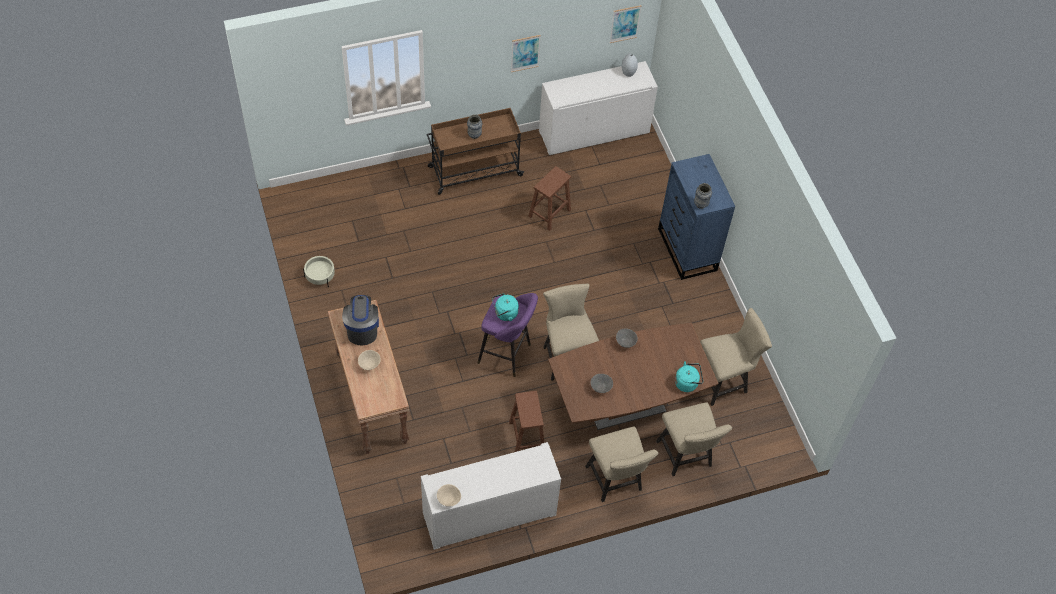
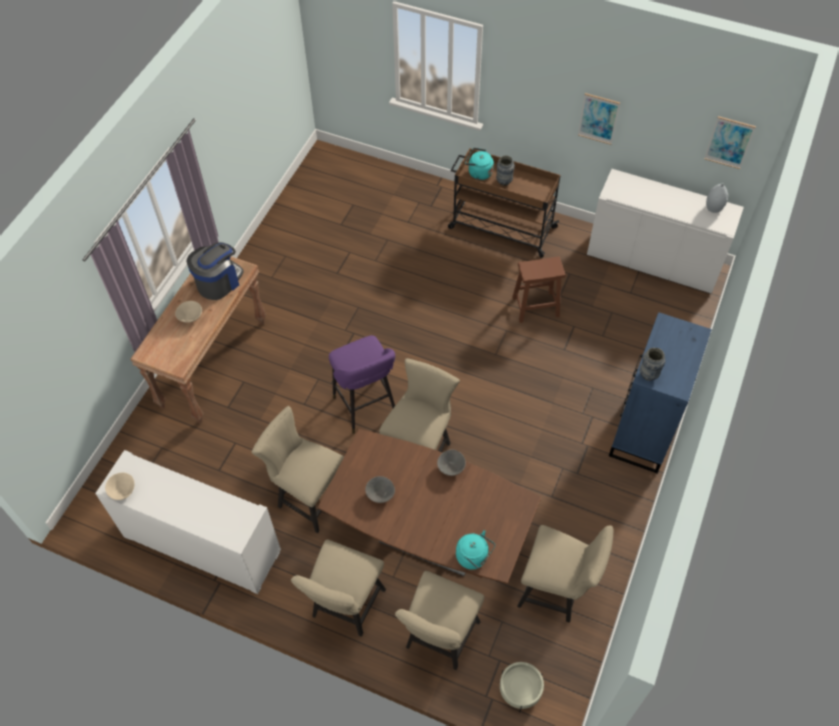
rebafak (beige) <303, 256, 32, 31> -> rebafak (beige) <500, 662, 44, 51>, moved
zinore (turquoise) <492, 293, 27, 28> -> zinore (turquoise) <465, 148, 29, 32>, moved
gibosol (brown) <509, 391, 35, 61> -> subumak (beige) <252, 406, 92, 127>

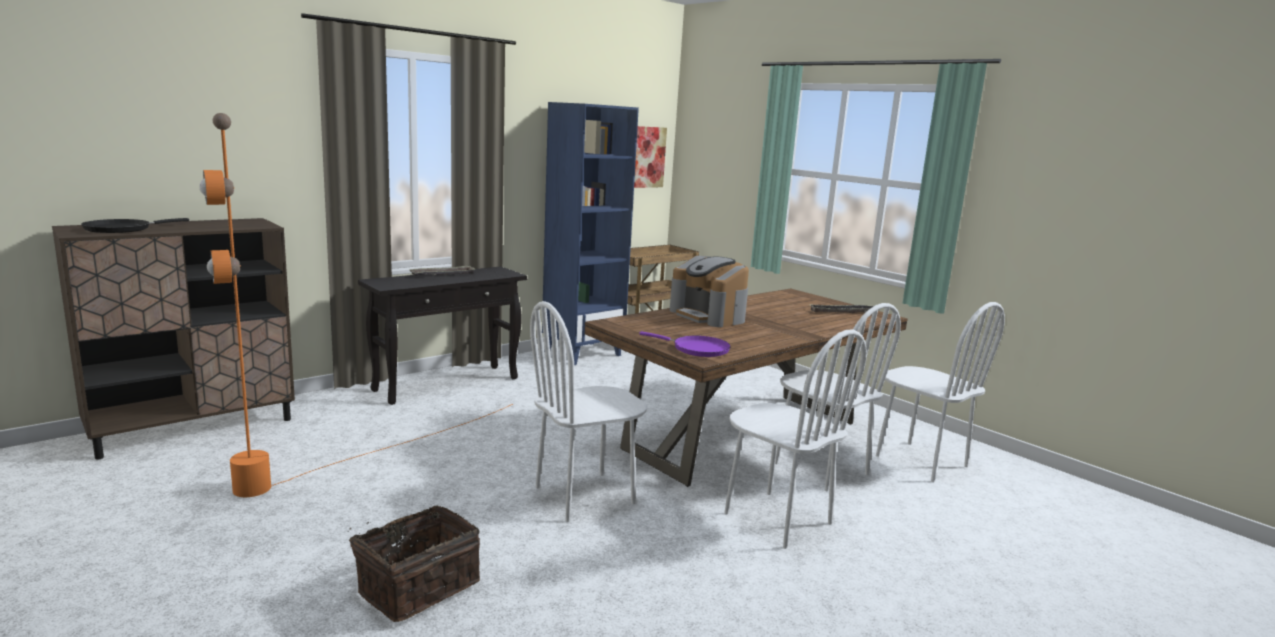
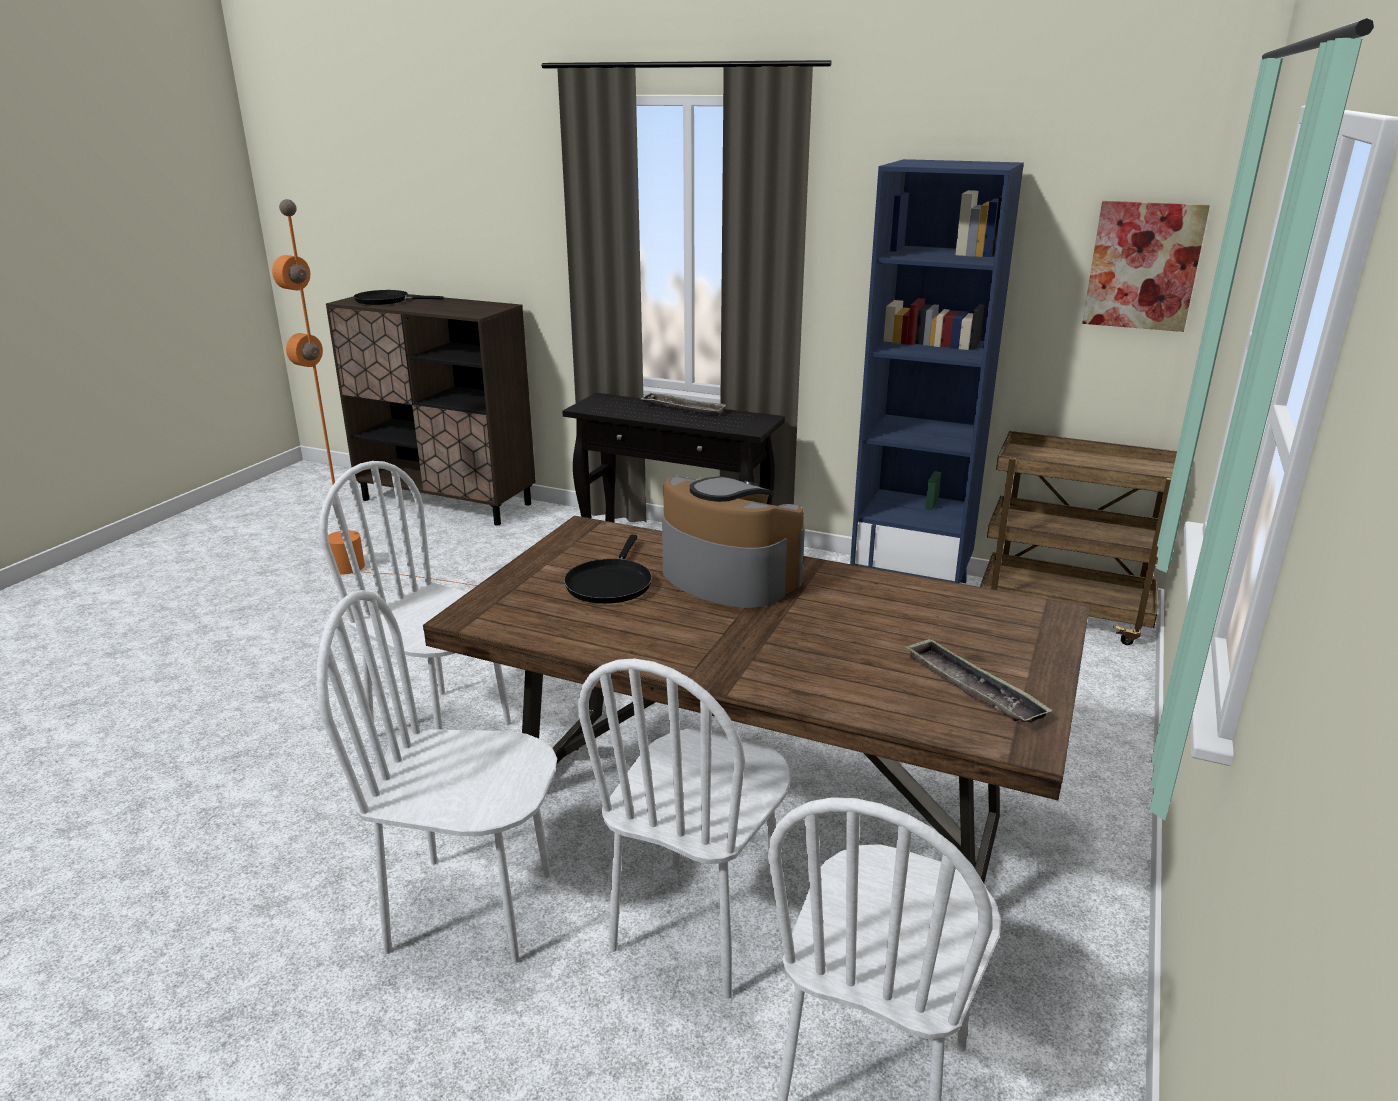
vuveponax <349, 505, 131, 117> -> none
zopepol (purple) <639, 331, 92, 26> -> none
none -> zopepol (black) <564, 535, 88, 69>
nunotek <670, 256, 79, 71> -> nunotek <662, 475, 143, 133>, 105 degrees clockwise
subumak (white) <724, 330, 143, 219> -> subumak (white) <316, 590, 241, 374>, 75 degrees clockwise

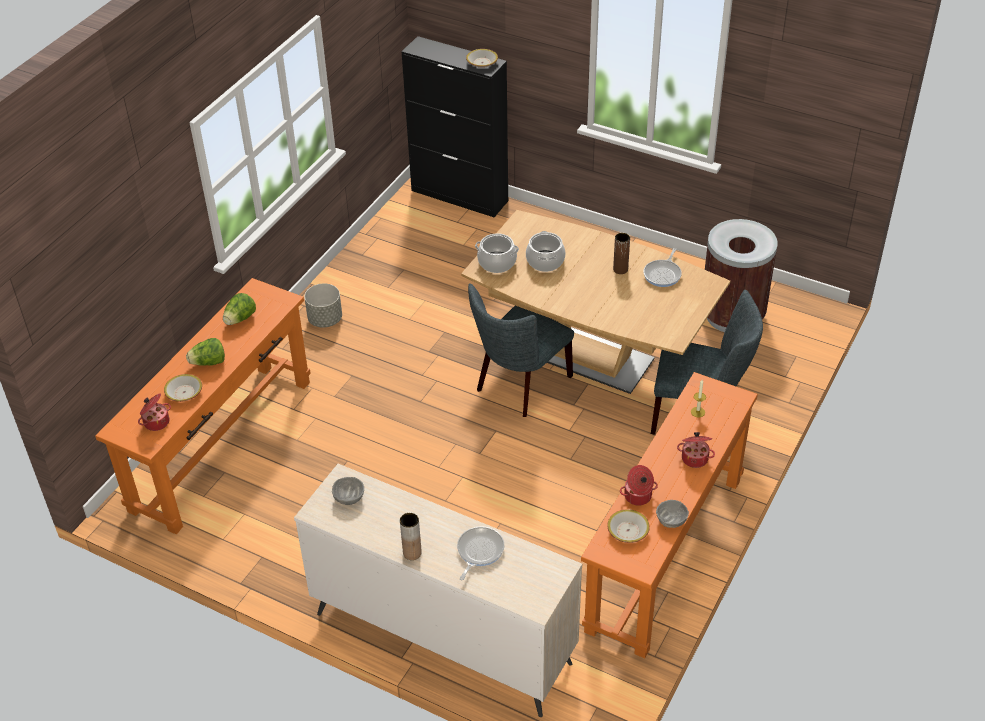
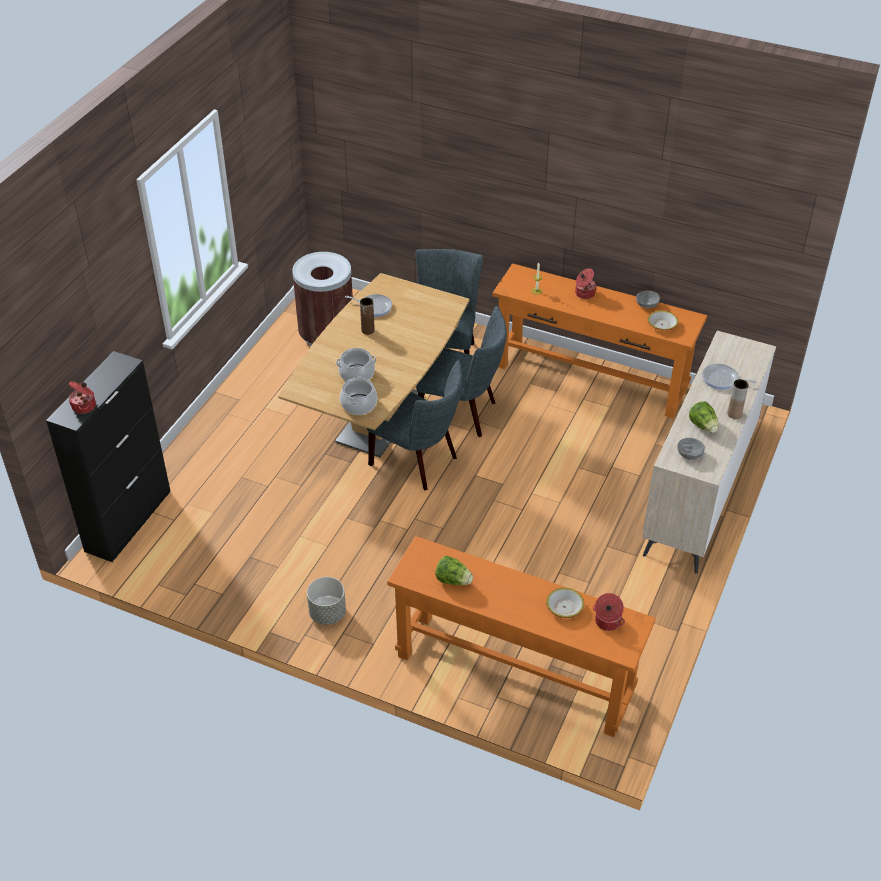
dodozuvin <466, 49, 32, 19> -> none
none -> subumak (grey) <416, 306, 91, 131>
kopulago <186, 338, 39, 28> -> kopulago <689, 401, 29, 32>, moved
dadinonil <620, 465, 38, 41> -> dadinonil <69, 382, 27, 32>, moved

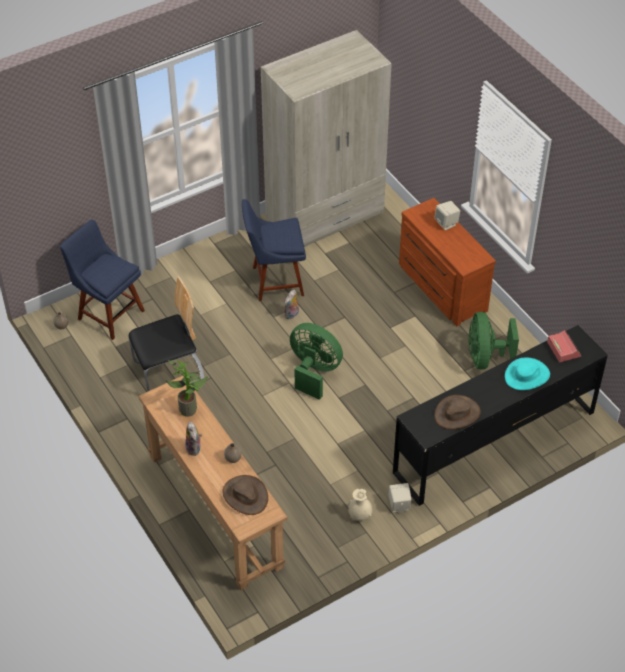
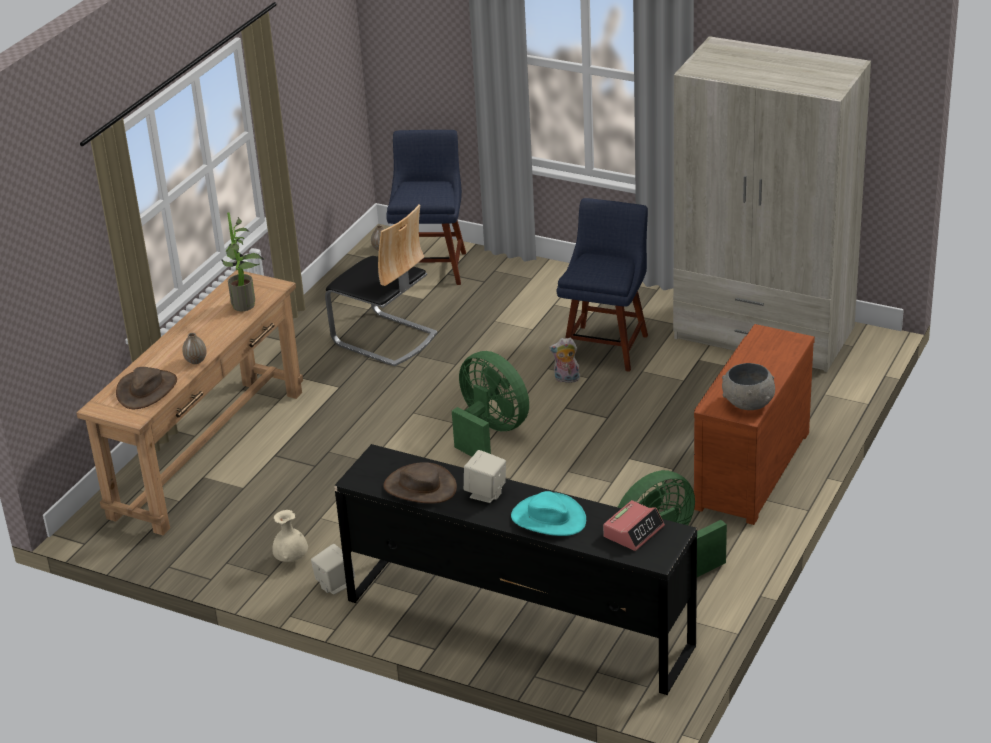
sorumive <185, 422, 17, 34> -> none
none -> dodozuvin (grey) <722, 363, 53, 47>
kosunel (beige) <434, 201, 26, 29> -> kosunel (beige) <464, 450, 42, 53>, moved
subumak (blue) <242, 199, 64, 102> -> subumak (blue) <557, 198, 91, 174>, 60 degrees clockwise
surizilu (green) <290, 323, 53, 77> -> surizilu (green) <452, 351, 77, 105>, 45 degrees counterclockwise

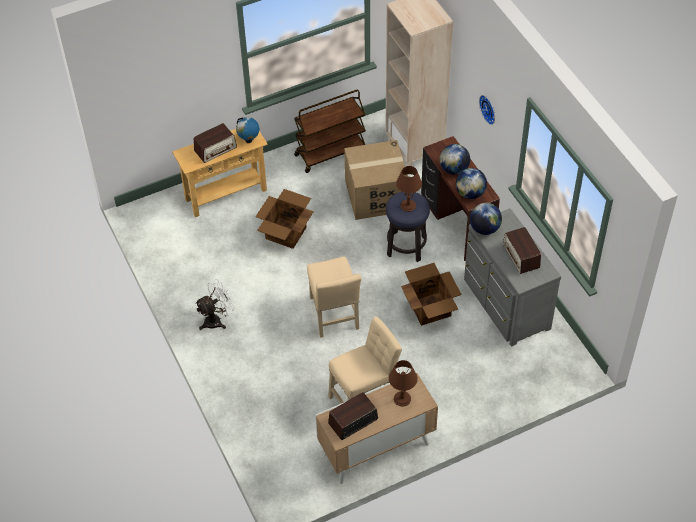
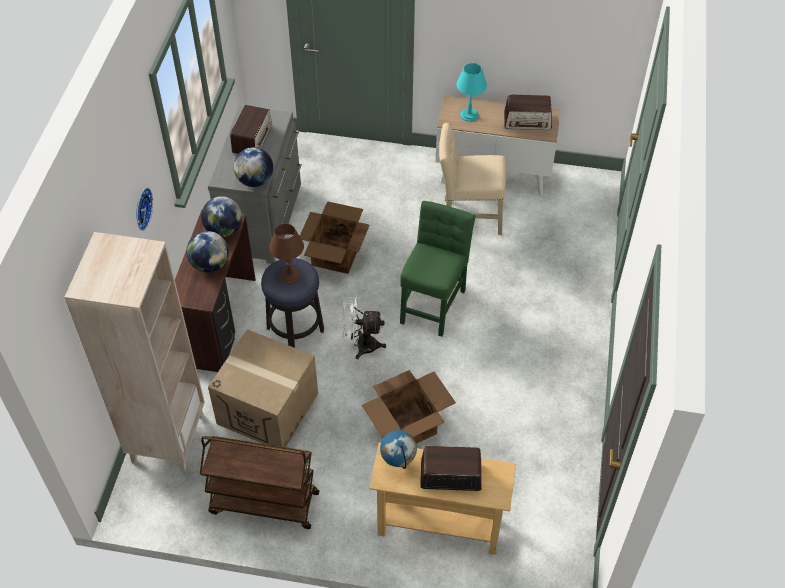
surizilu (white) <195, 279, 40, 51> -> surizilu (white) <341, 297, 45, 62>, moved
subumak (beige) <307, 257, 54, 81> -> subumak (green) <400, 201, 75, 136>
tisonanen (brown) <389, 360, 29, 46> -> tisonanen (turquoise) <456, 63, 31, 59>

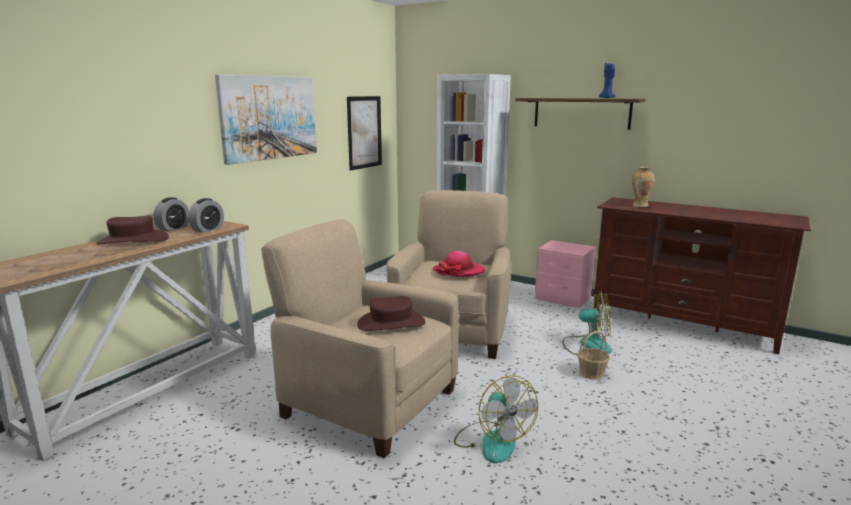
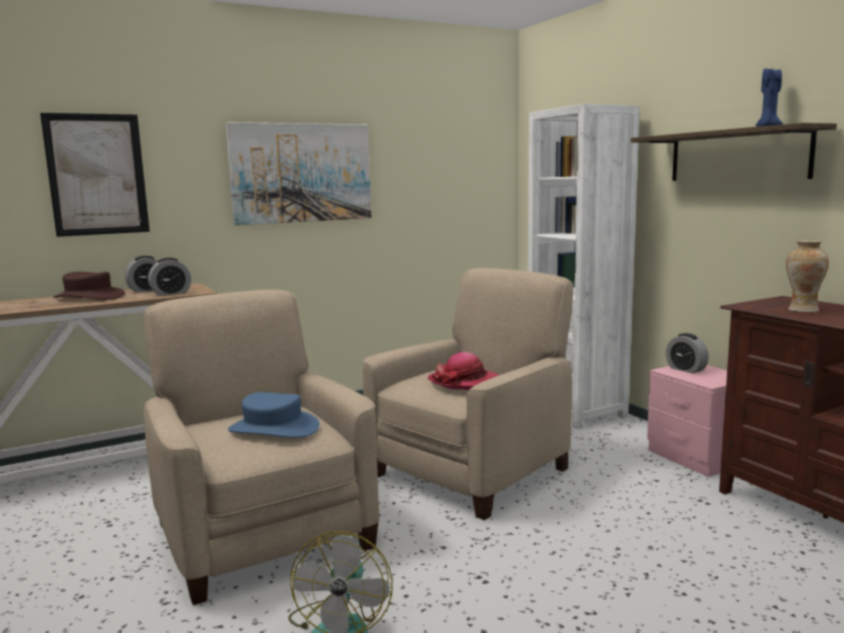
surizilu <563, 291, 49, 64> -> none
vuveponax <577, 331, 33, 49> -> none
none -> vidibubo <666, 333, 43, 41>
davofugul <347, 96, 35, 74> -> davofugul <40, 113, 110, 124>, moved
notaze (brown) <357, 296, 68, 35> -> notaze (blue) <228, 392, 92, 46>

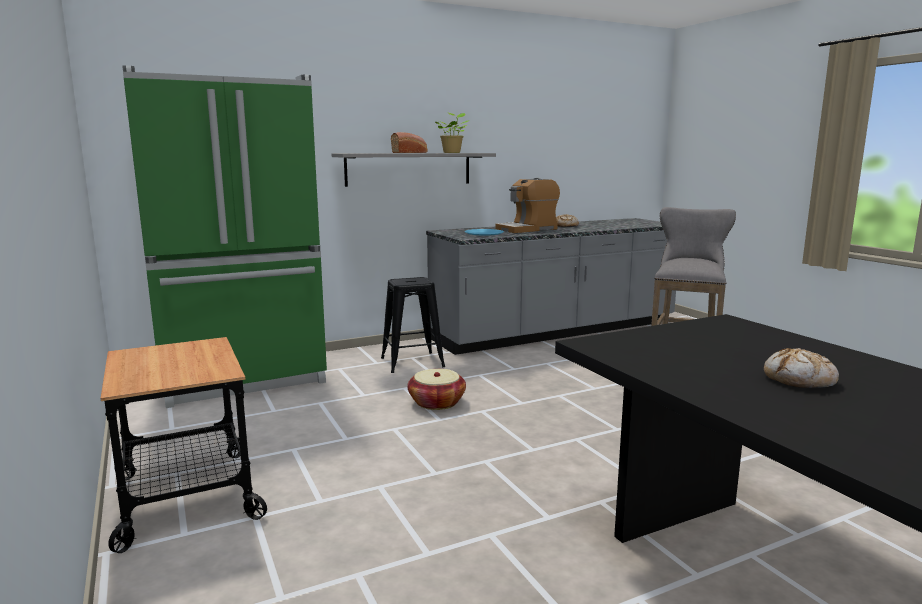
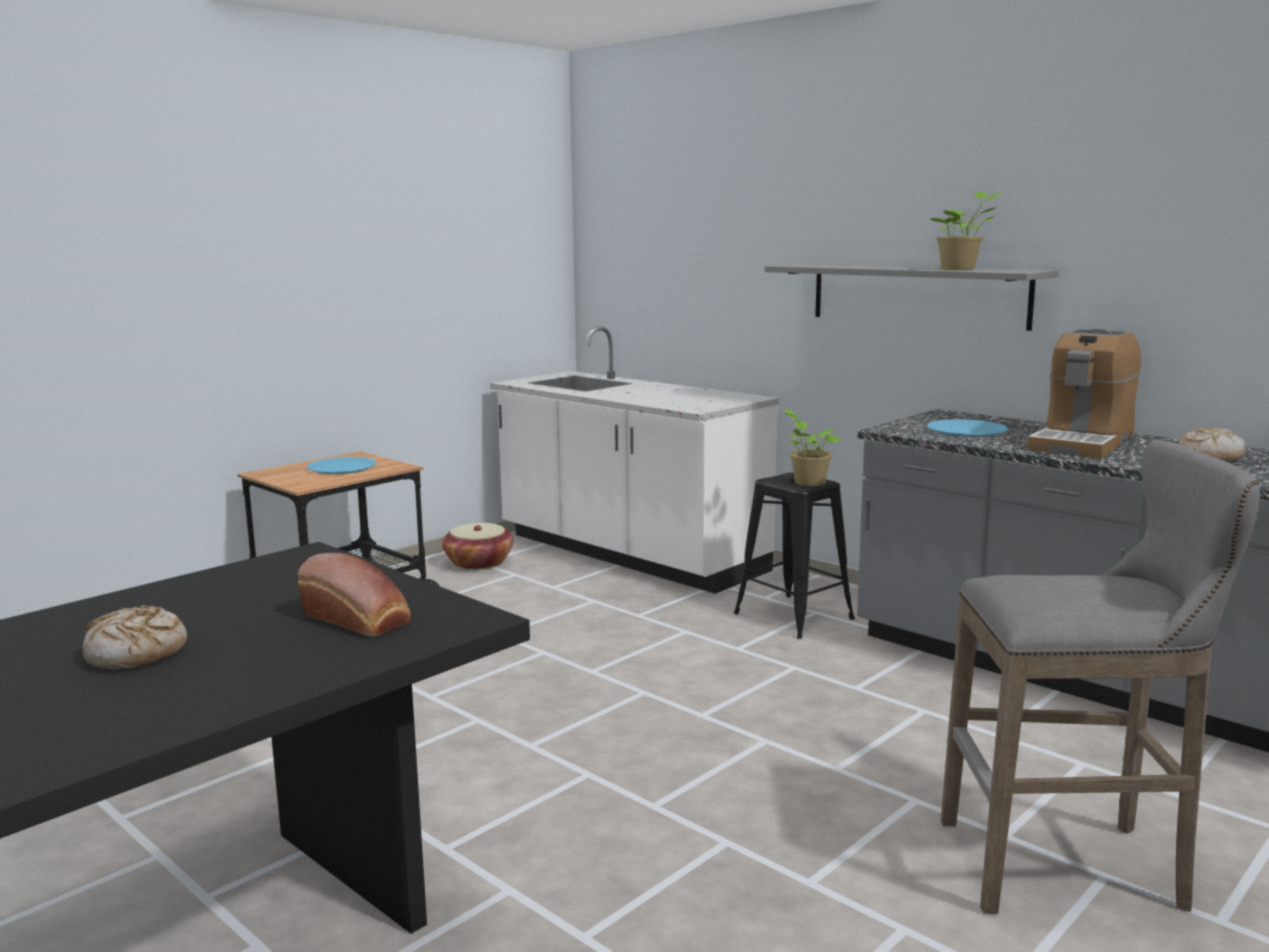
none -> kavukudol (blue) <307, 457, 69, 17>
none -> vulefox <785, 409, 57, 77>
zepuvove <391, 132, 36, 21> -> zepuvove <297, 553, 113, 84>, moved
vuveponax <407, 369, 59, 41> -> vuveponax <442, 523, 71, 47>, moved
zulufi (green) <122, 65, 205, 343> -> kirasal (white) <490, 326, 289, 268>
nunotek <495, 178, 65, 55> -> nunotek <1027, 329, 114, 130>, 90 degrees counterclockwise

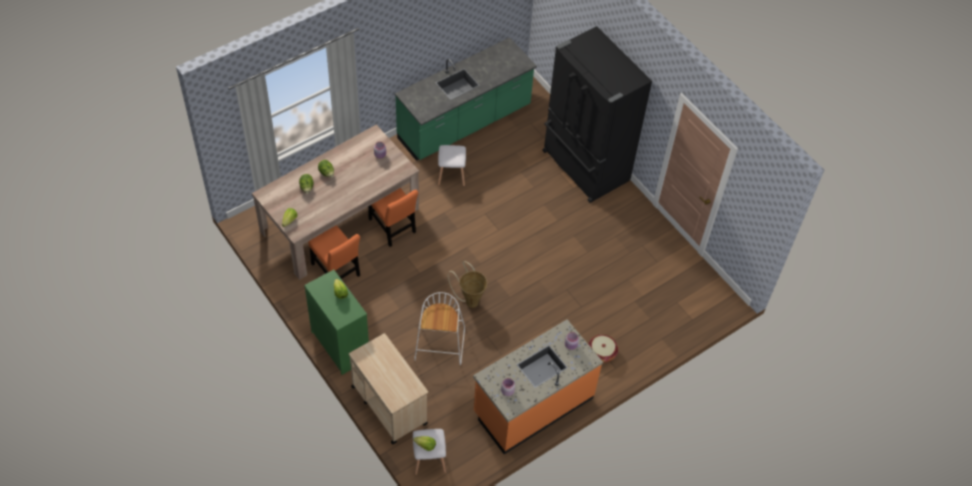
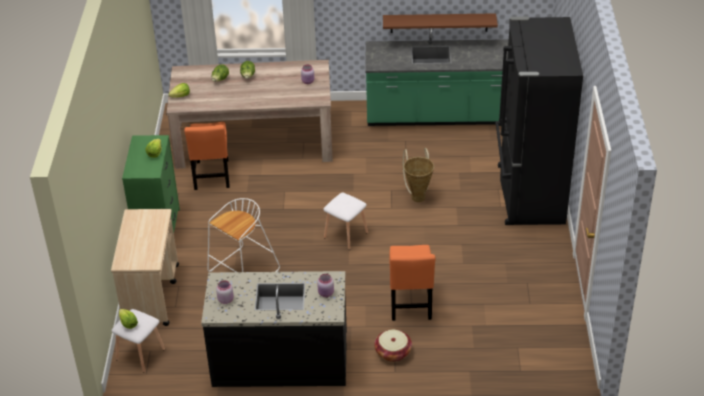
none -> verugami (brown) <383, 13, 115, 20>
subumak (orange) <368, 188, 51, 59> -> subumak (orange) <389, 245, 46, 76>, moved
gibosol (white) <438, 145, 28, 42> -> gibosol (white) <323, 193, 45, 57>, moved
vuveponax <448, 261, 39, 47> -> vuveponax <403, 148, 31, 54>, moved
kirasal (orange) <473, 320, 130, 134> -> kirasal (black) <201, 271, 146, 116>

